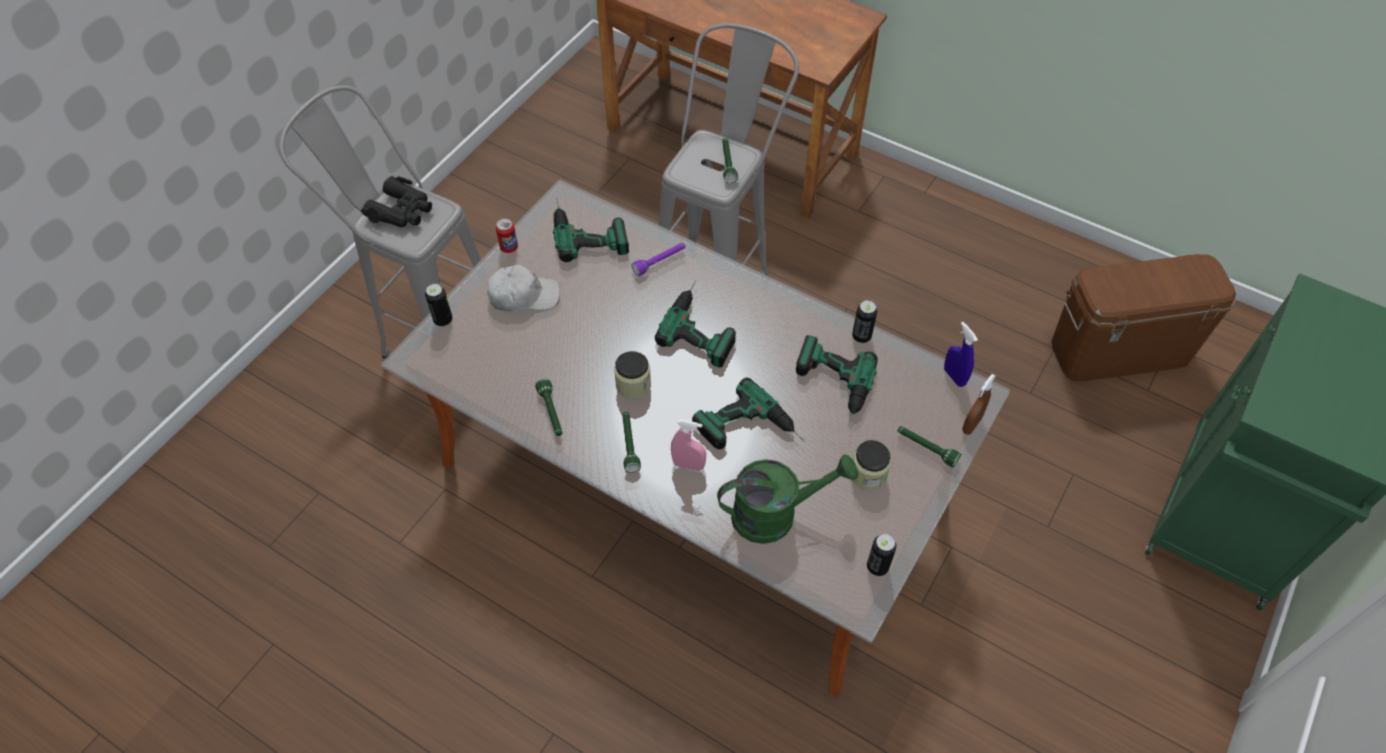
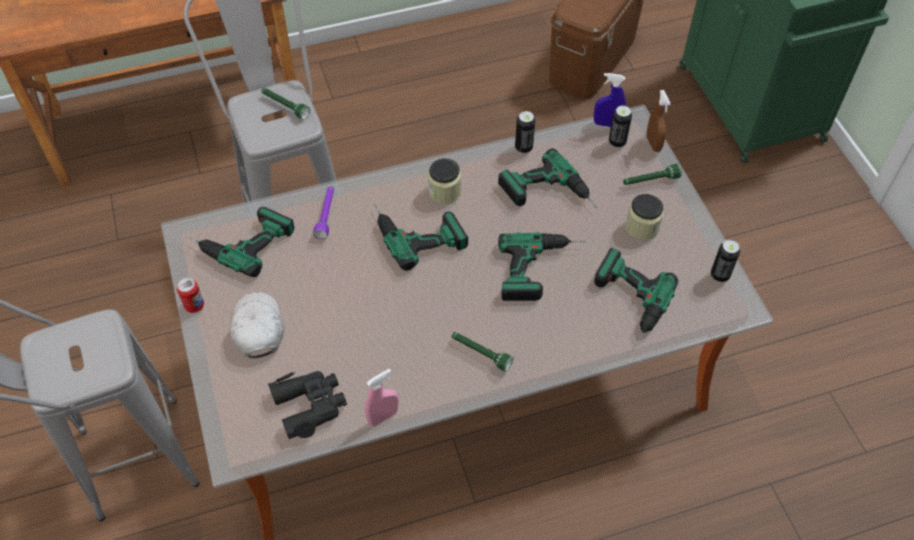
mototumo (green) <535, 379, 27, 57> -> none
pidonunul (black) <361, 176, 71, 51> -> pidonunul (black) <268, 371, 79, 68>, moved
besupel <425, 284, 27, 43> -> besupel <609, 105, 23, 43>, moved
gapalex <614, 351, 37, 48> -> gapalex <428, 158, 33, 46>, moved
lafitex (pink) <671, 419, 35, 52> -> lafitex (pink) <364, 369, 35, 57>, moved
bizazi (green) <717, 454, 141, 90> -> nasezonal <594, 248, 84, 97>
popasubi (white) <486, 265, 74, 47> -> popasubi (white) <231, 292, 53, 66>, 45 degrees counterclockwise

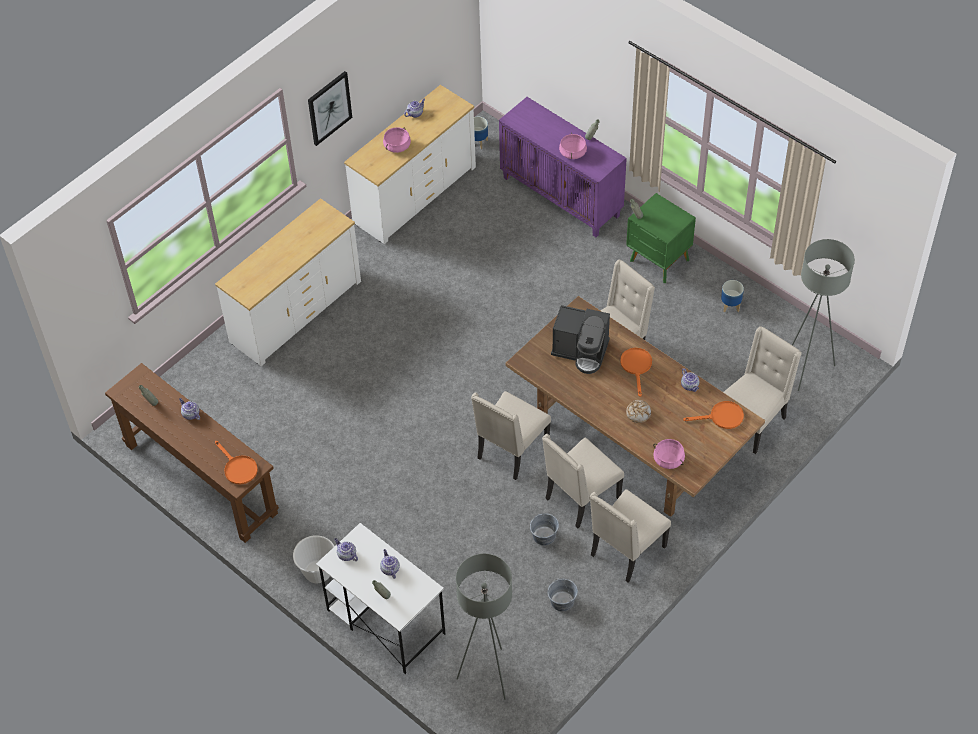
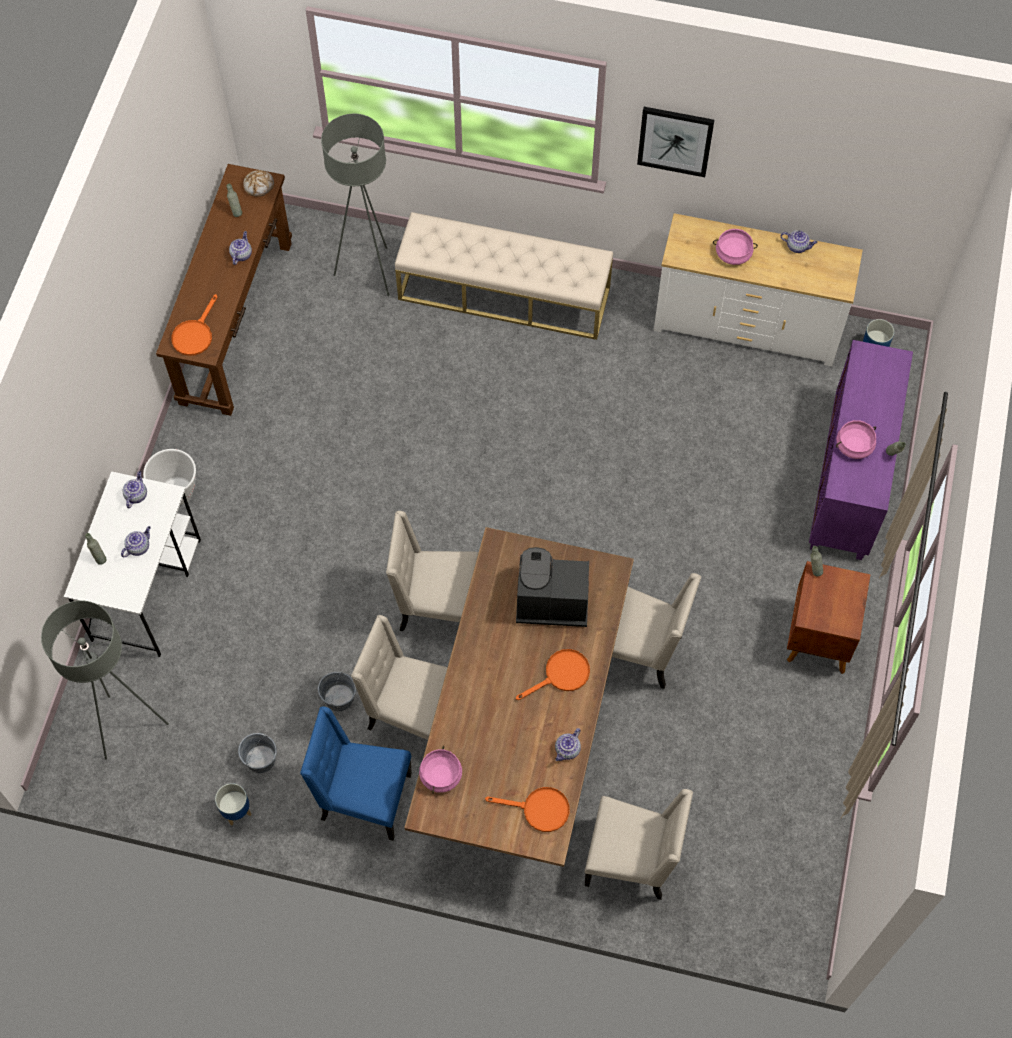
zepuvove <626, 400, 25, 23> -> zepuvove <243, 170, 31, 27>, moved
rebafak <721, 280, 23, 33> -> rebafak <215, 783, 36, 43>, moved
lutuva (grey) <792, 239, 63, 152> -> lutuva (grey) <321, 114, 68, 182>, moved
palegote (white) <215, 198, 146, 168> -> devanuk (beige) <395, 212, 218, 128>
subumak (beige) <590, 489, 81, 94> -> subumak (blue) <300, 706, 112, 135>
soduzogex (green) <626, 193, 70, 90> -> soduzogex (brown) <787, 561, 84, 113>
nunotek <551, 305, 59, 69> -> nunotek <516, 547, 73, 80>, 105 degrees clockwise
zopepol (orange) <683, 401, 61, 28> -> zopepol (orange) <485, 787, 85, 45>, 45 degrees counterclockwise

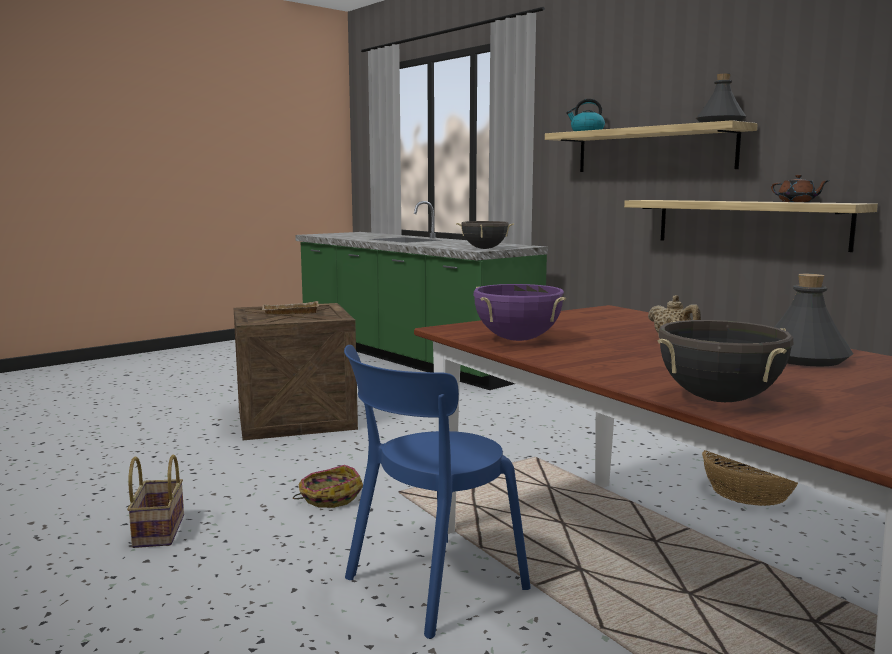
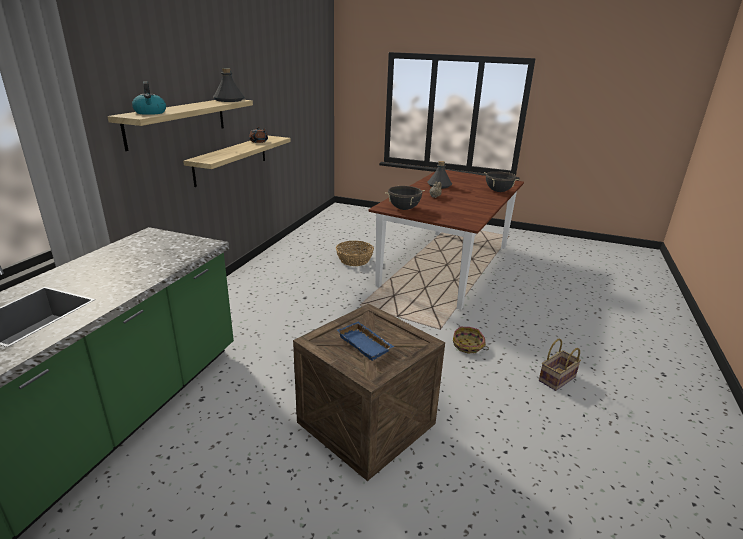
subumak (blue) <344, 345, 187, 294> -> none
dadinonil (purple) <473, 284, 93, 57> -> none
dadinonil (black) <456, 221, 58, 28> -> dadinonil (black) <385, 186, 40, 24>, moved
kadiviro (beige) <262, 301, 57, 14> -> kadiviro (blue) <337, 322, 57, 39>

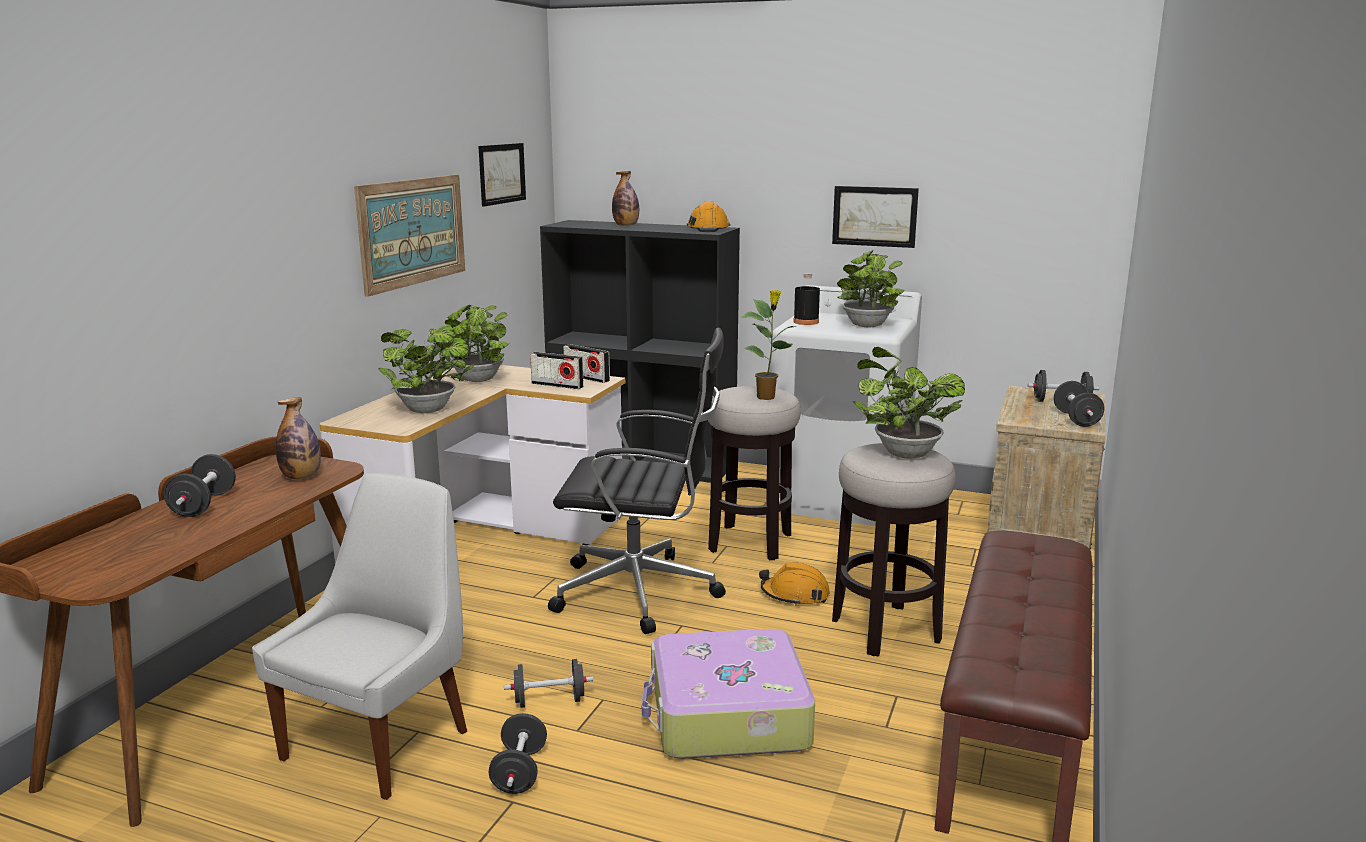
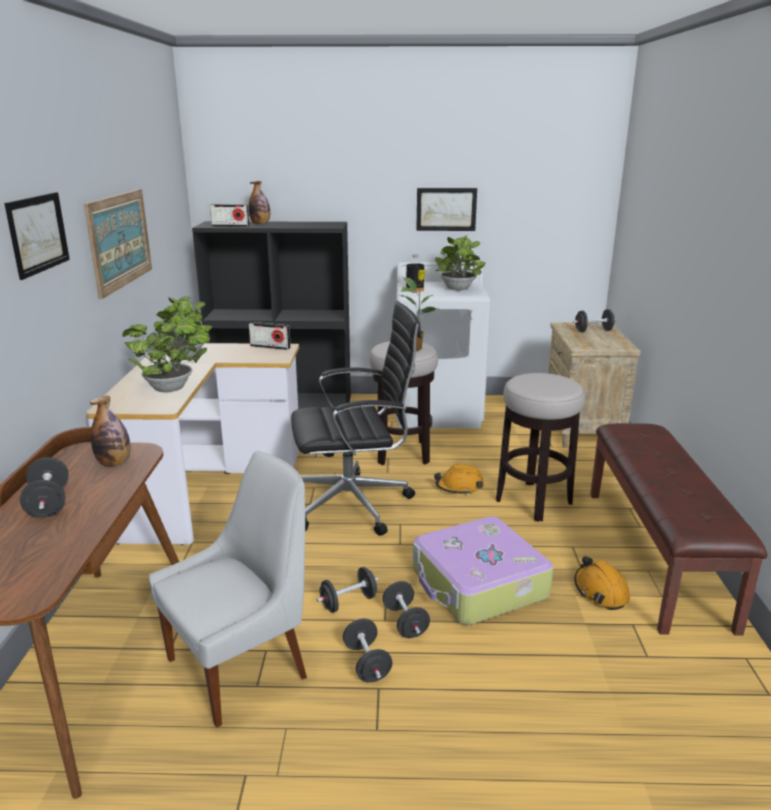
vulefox <853, 347, 112, 111> -> none
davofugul <478, 143, 48, 64> -> davofugul <4, 192, 66, 88>, moved
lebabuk <530, 352, 54, 37> -> lebabuk <210, 204, 39, 23>, moved
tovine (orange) <687, 201, 44, 31> -> tovine (orange) <575, 556, 55, 54>, moved
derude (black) <1054, 381, 51, 46> -> derude (black) <382, 581, 48, 57>, moved
subumak (white) <252, 473, 215, 327> -> subumak (white) <149, 451, 158, 277>, 45 degrees clockwise

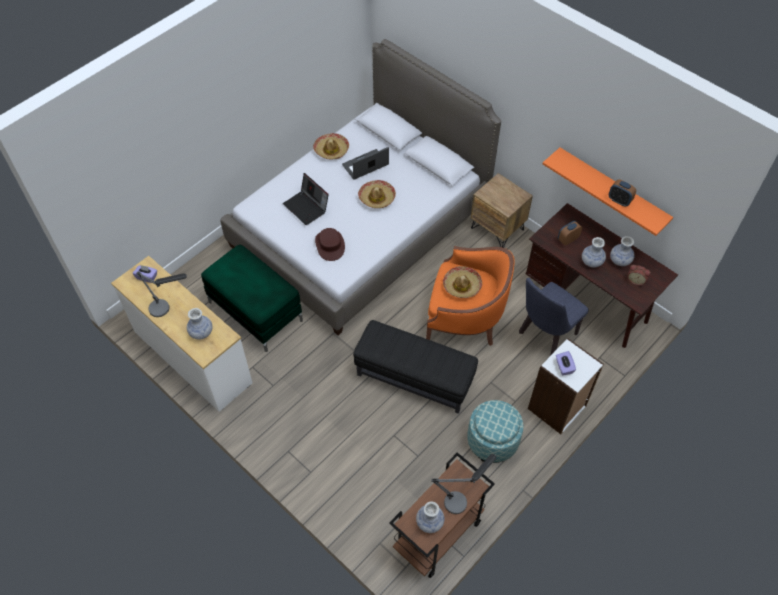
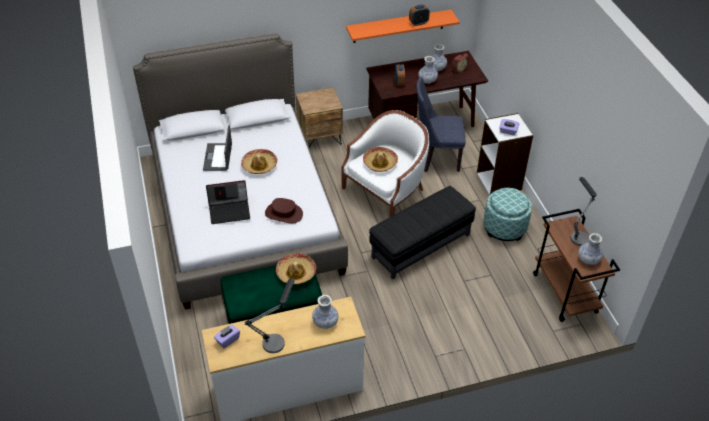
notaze <313, 133, 36, 27> -> notaze <276, 253, 40, 31>, moved
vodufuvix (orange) <426, 246, 89, 100> -> vodufuvix (white) <342, 110, 87, 107>
subumak (blue) <519, 278, 70, 77> -> subumak (blue) <416, 77, 49, 95>, 105 degrees clockwise

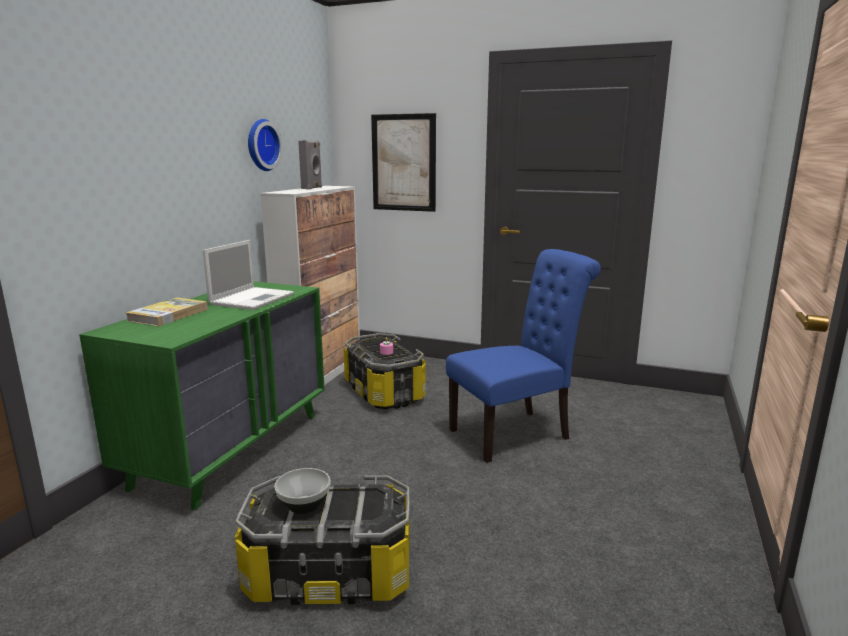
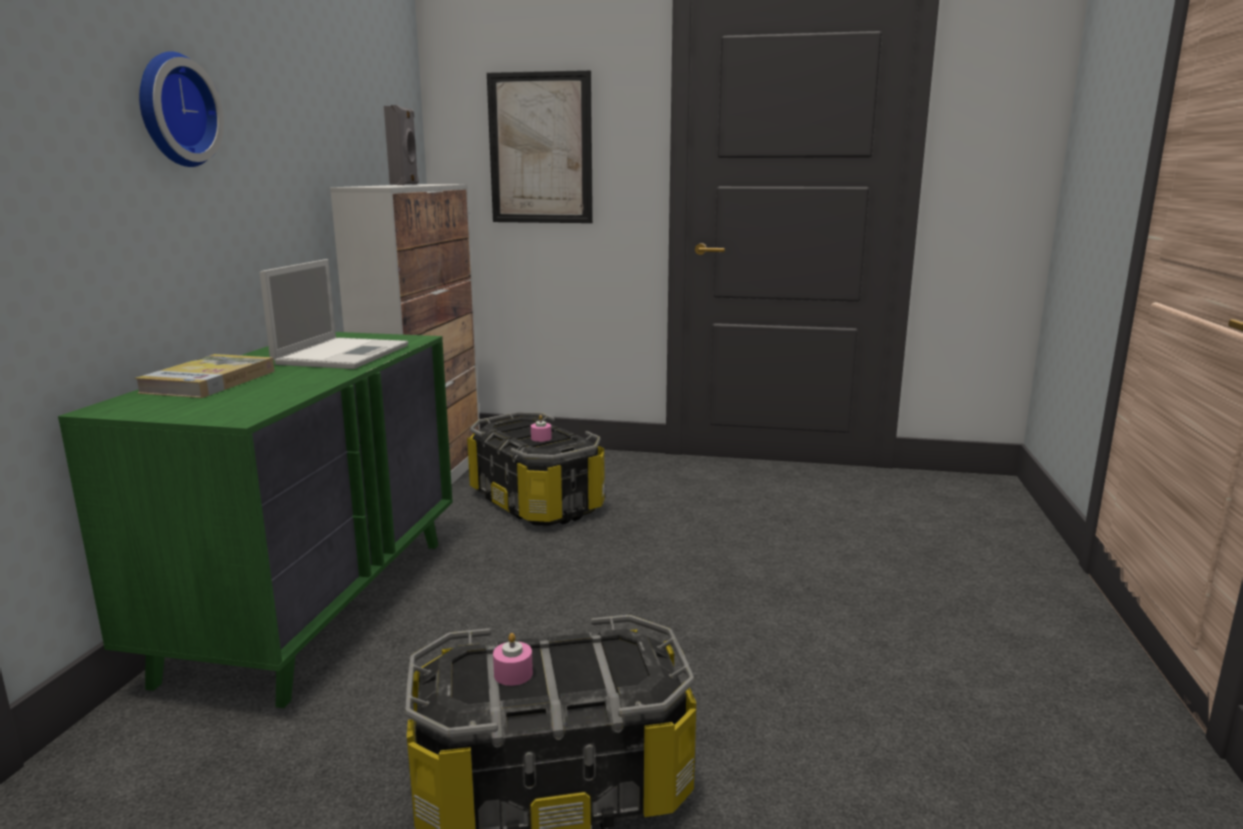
subumak (blue) <446, 249, 155, 214> -> none
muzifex <248, 119, 35, 52> -> muzifex <139, 52, 85, 115>, moved
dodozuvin <275, 468, 56, 46> -> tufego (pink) <493, 633, 40, 53>

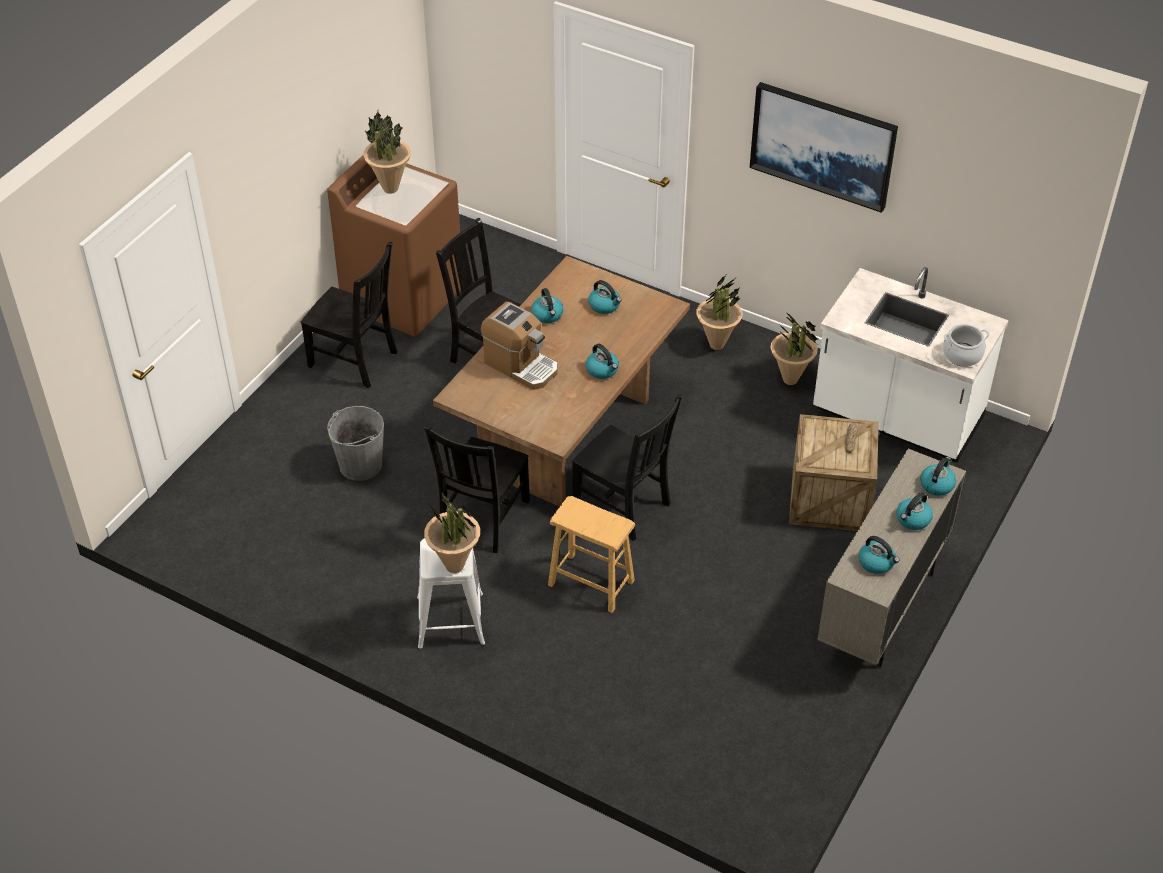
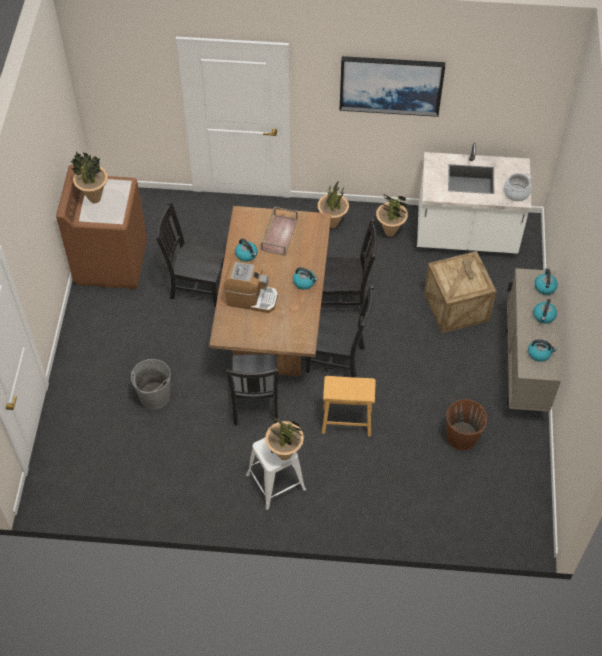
none -> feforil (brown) <446, 399, 41, 52>
subumak (black) <301, 242, 97, 146> -> subumak (black) <320, 219, 57, 94>, moved
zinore <589, 280, 33, 34> -> kadiviro (brown) <261, 206, 37, 50>

